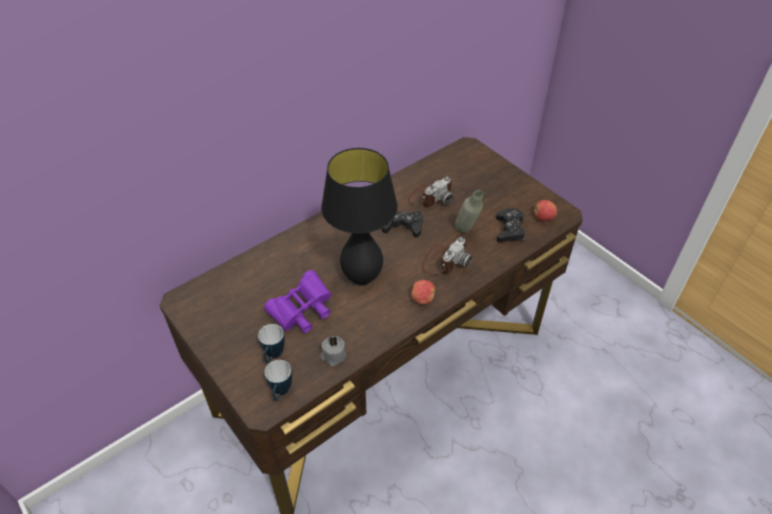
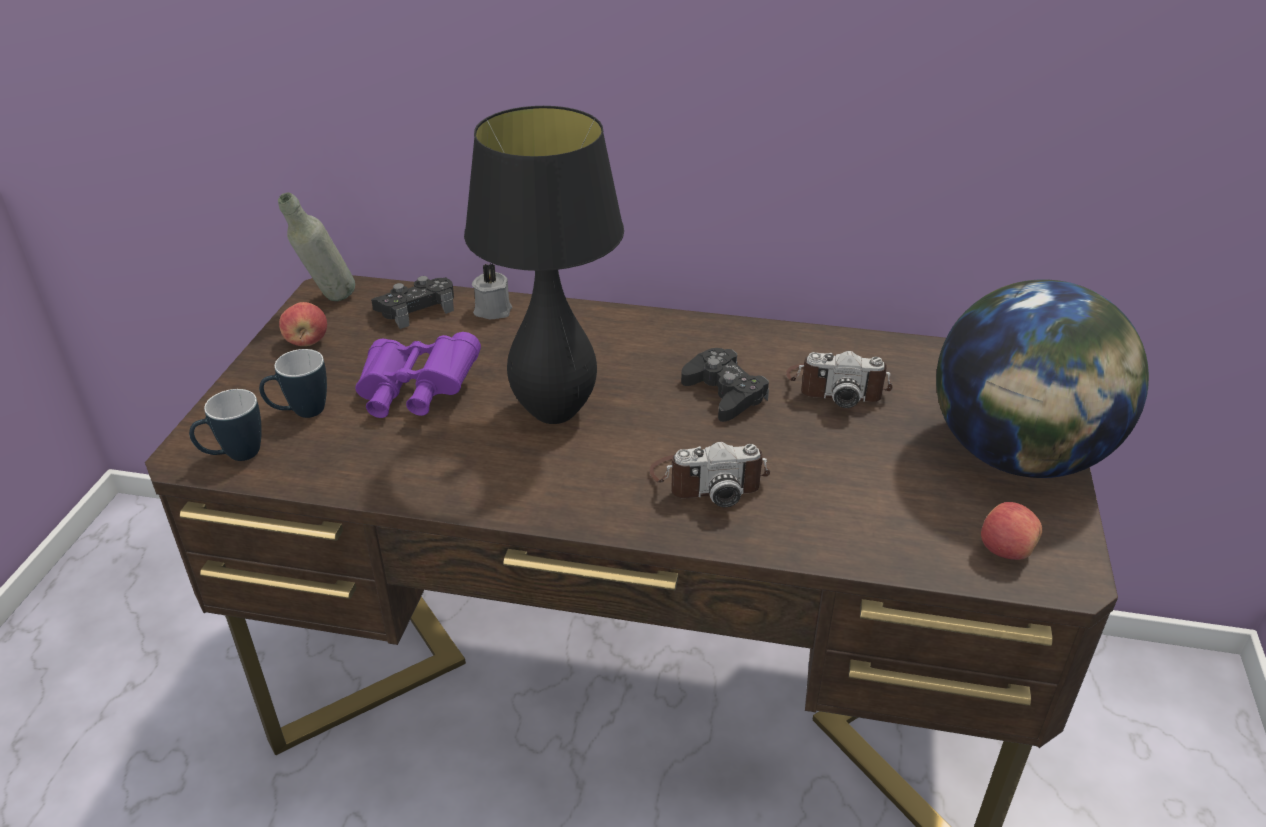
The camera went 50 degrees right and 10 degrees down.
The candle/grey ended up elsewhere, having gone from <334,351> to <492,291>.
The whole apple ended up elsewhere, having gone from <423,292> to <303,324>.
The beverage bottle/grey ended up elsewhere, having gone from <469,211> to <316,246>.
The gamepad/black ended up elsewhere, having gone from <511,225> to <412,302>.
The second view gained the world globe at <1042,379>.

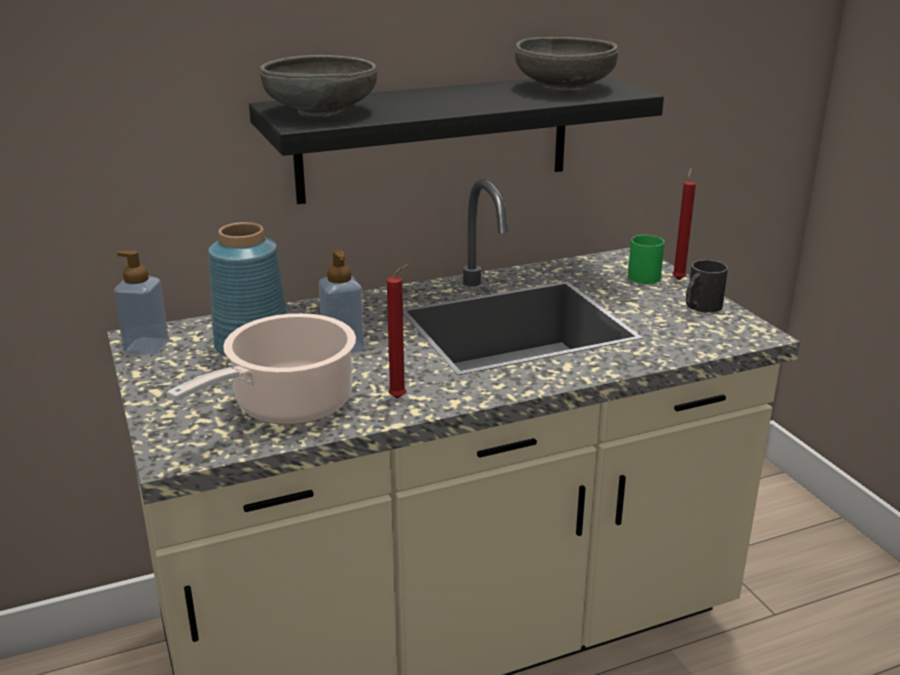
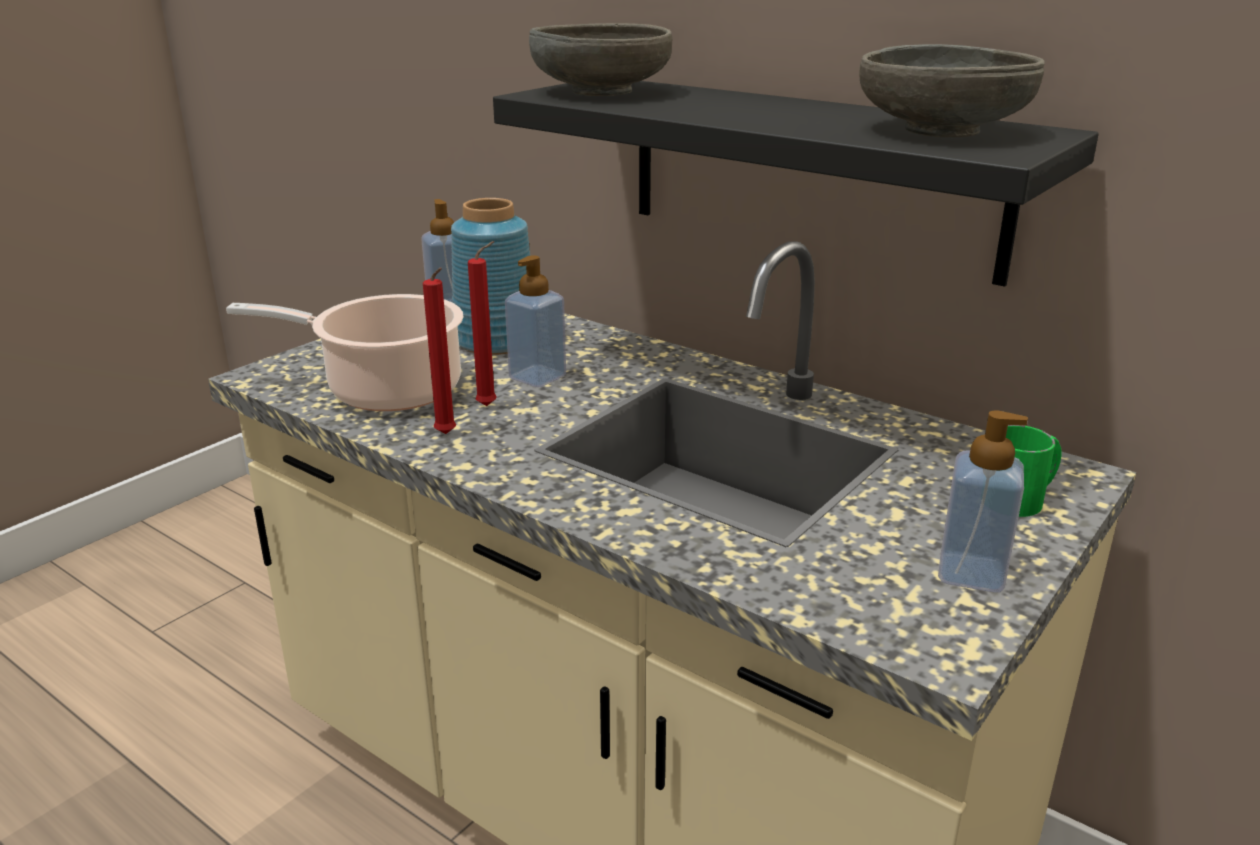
The camera went 60 degrees right and 0 degrees up.
The candle/reddish ended up elsewhere, having gone from <684,224> to <482,323>.
Where the tea mug/black stood at <707,286>, the liquid soap bottle came to stand at <983,501>.

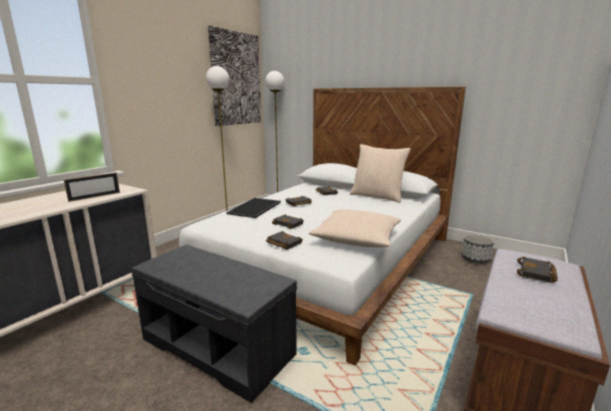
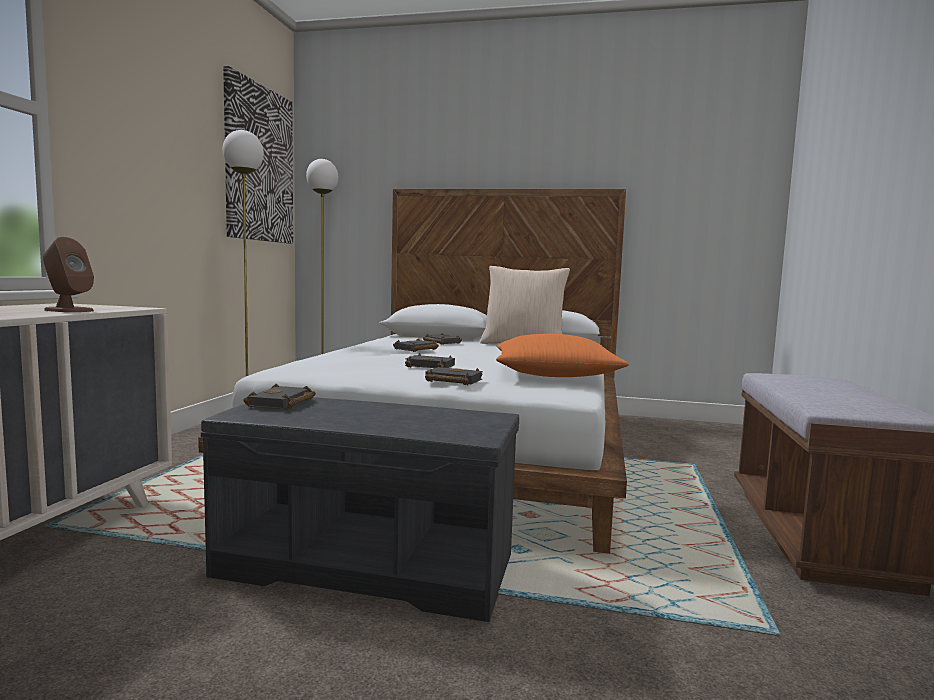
The camera went 20 degrees left and 10 degrees down.
Where the photo frame stood at <92,187>, the speaker/brownish came to stand at <68,274>.
The second view lost the serving tray at <253,208>.
What was the cushion/sand-coloured at <355,228> turned into the cushion/orange-coloured at <562,355>.
The second view lost the flower pot at <477,248>.
The volume/black ended up elsewhere, having gone from <537,270> to <279,397>.

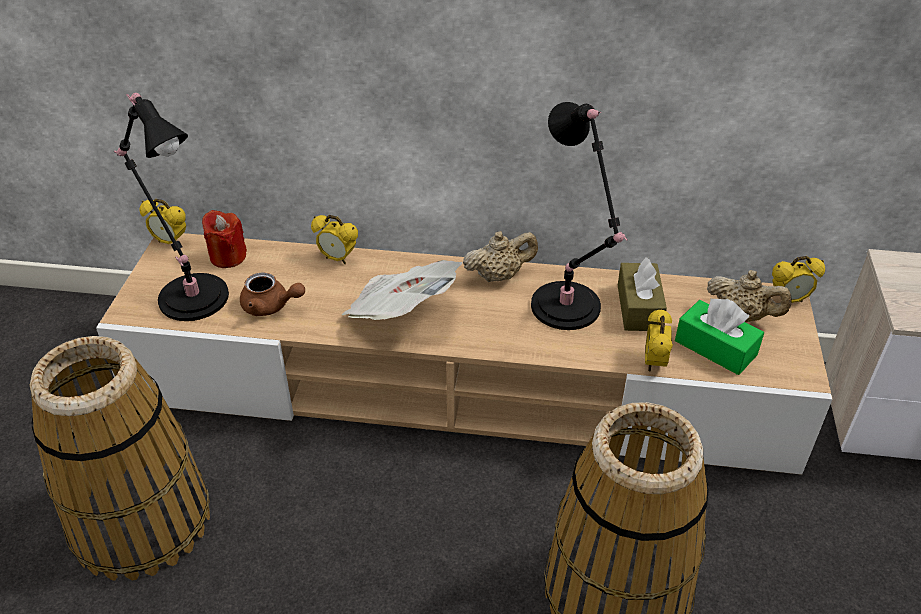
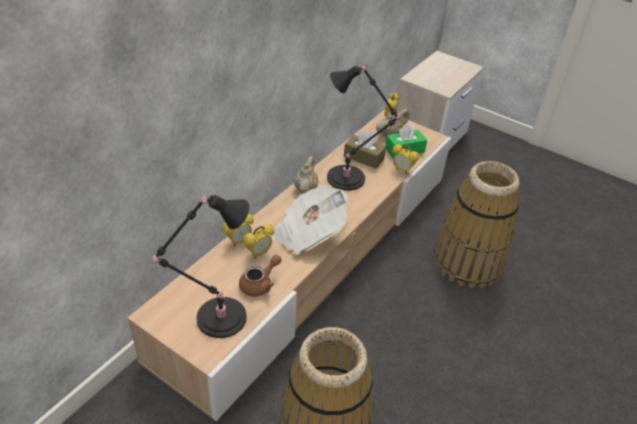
The camera went 65 degrees left and 0 degrees up.
The table clock ended up elsewhere, having gone from <163,221> to <258,241>.
The second view lost the candle/reddish at <224,239>.

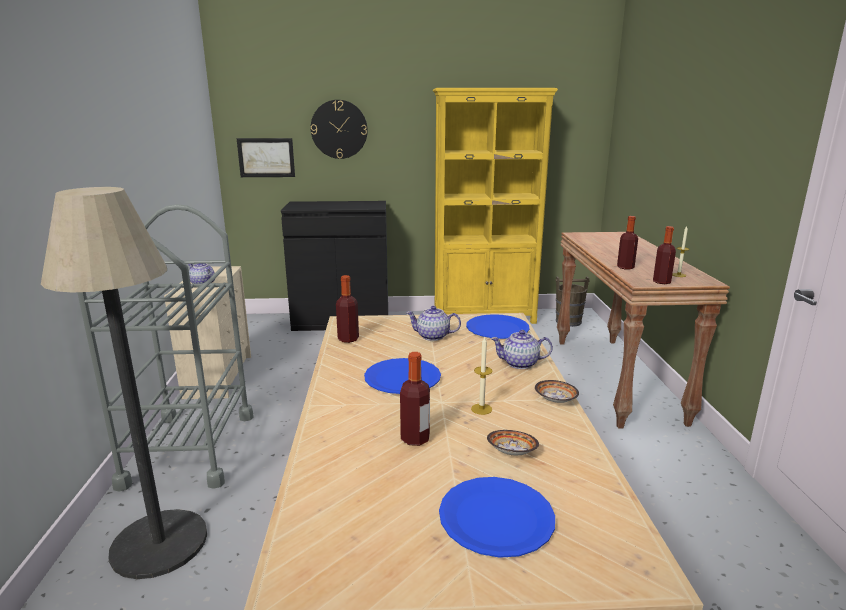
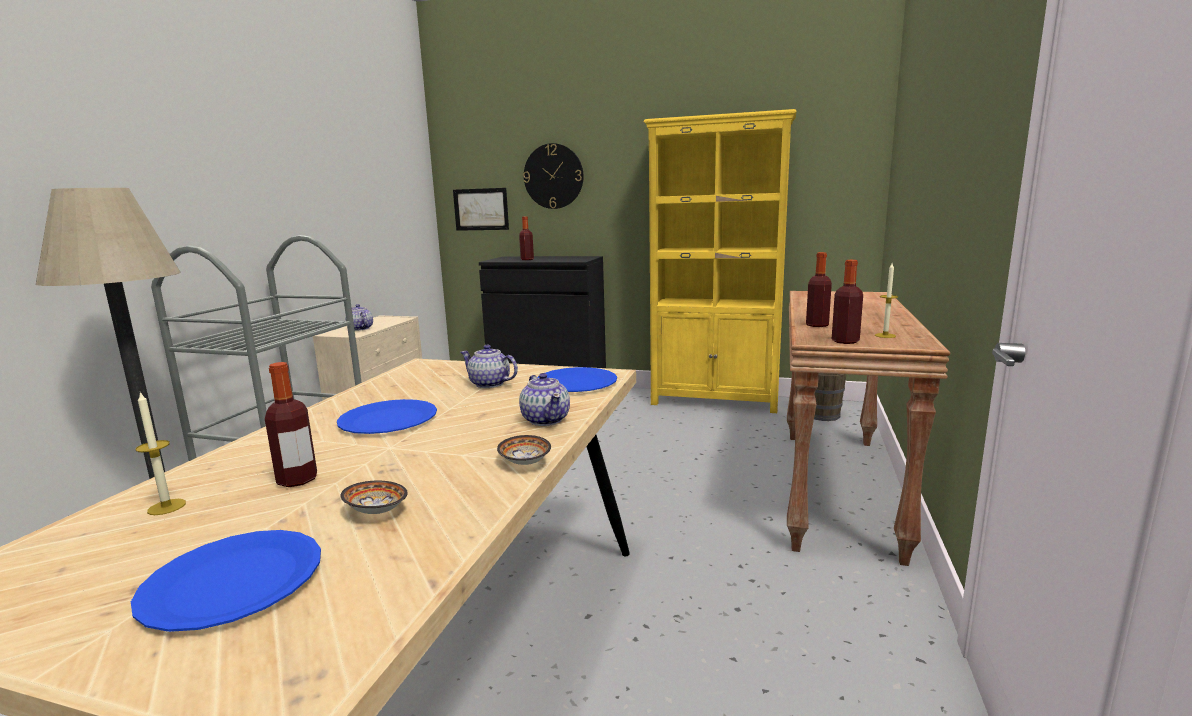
The camera went 20 degrees right and 5 degrees down.
The beverage bottle ended up elsewhere, having gone from <347,309> to <526,238>.
The candle ended up elsewhere, having gone from <481,375> to <160,453>.
The tea pot at <522,349> ended up facing another way, 135 degrees counterclockwise from before.

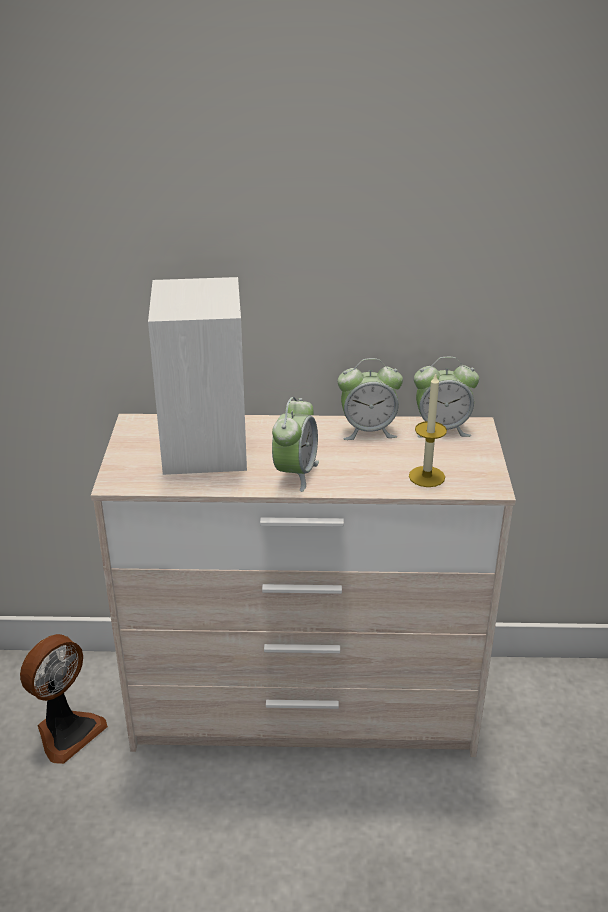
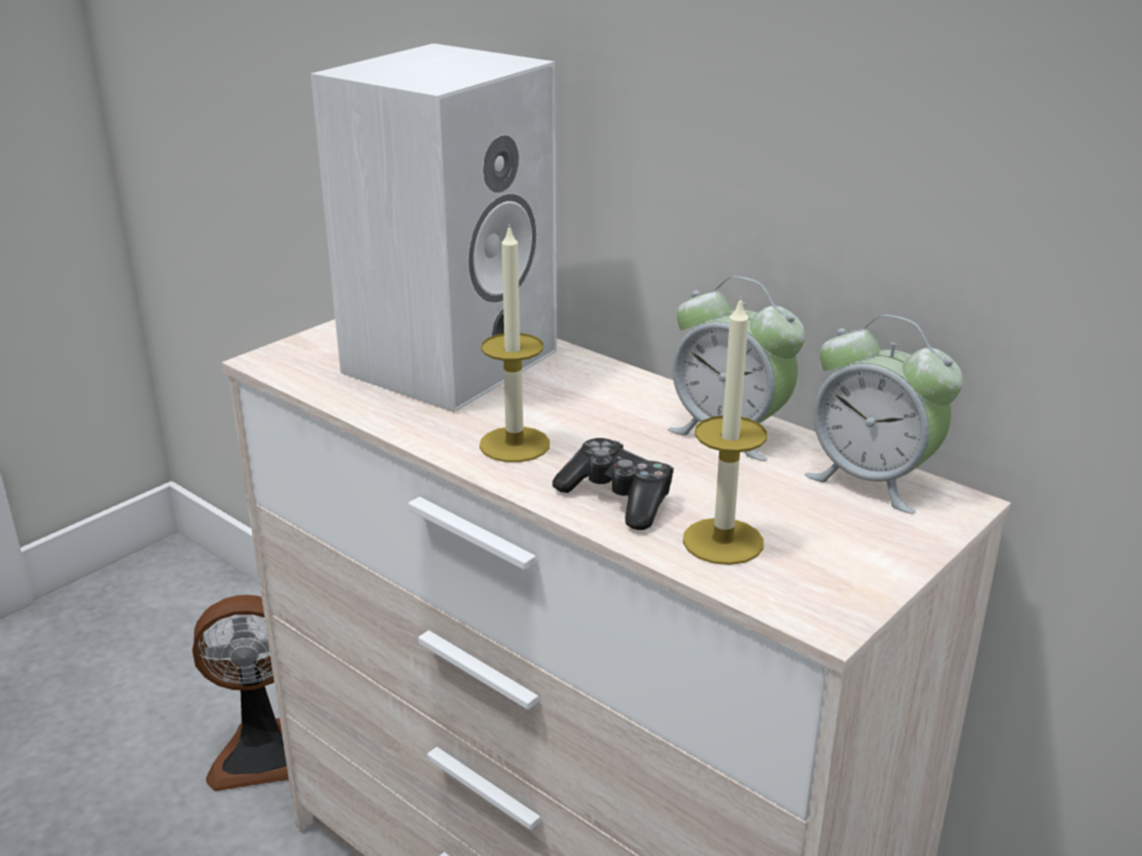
The camera went 40 degrees right and 5 degrees down.
Where the table clock stood at <295,444>, the candle came to stand at <515,343>.
The second view gained the gamepad at <613,484>.

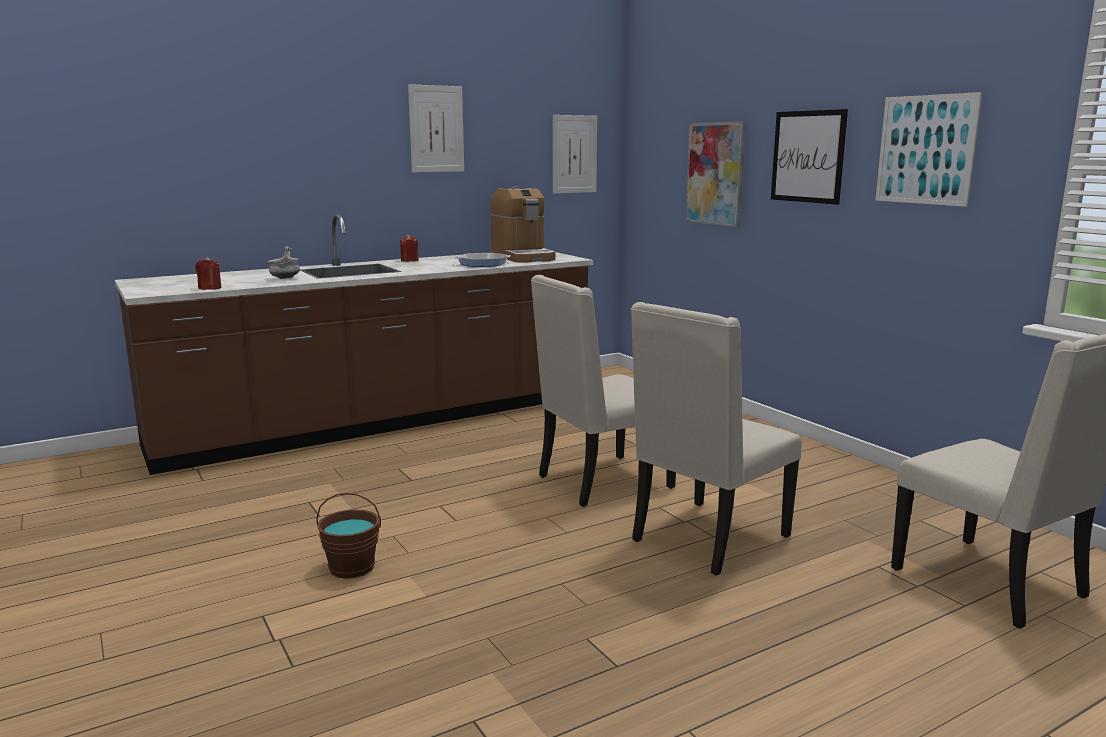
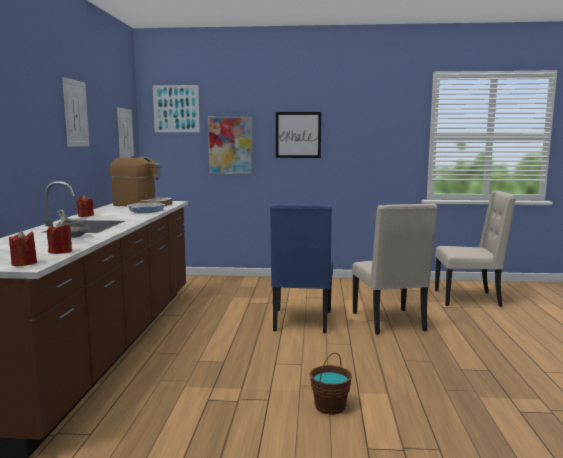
The camera went 55 degrees left and 5 degrees down.
What was the upright chair/sand-coloured at <603,391> turned into the upright chair/bluish at <301,268>.
The wall picture ended up elsewhere, having gone from <928,149> to <176,108>.
The second view gained the candle/reddish at <23,248>.

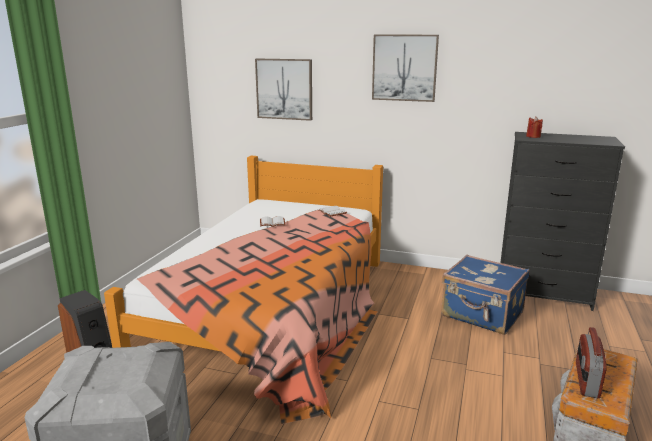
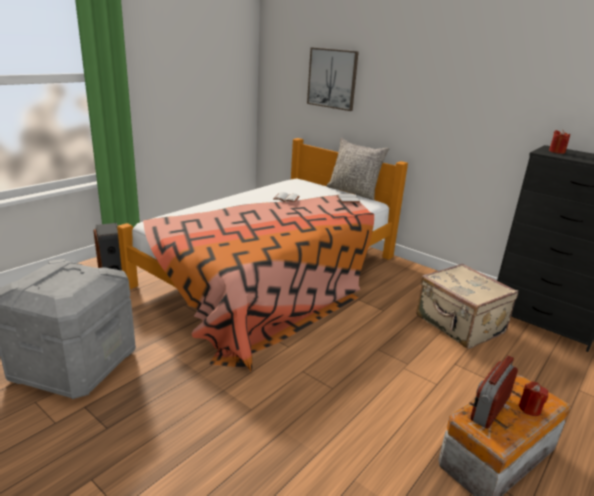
The camera went 20 degrees right and 5 degrees up.
The second view lost the wall picture at <405,68>.
What was the piece of luggage/bluish at <485,295> turned into the piece of luggage/sand-coloured at <467,306>.
The second view gained the cushion/grey at <357,169>.
The second view gained the candle/reddish at <533,398>.

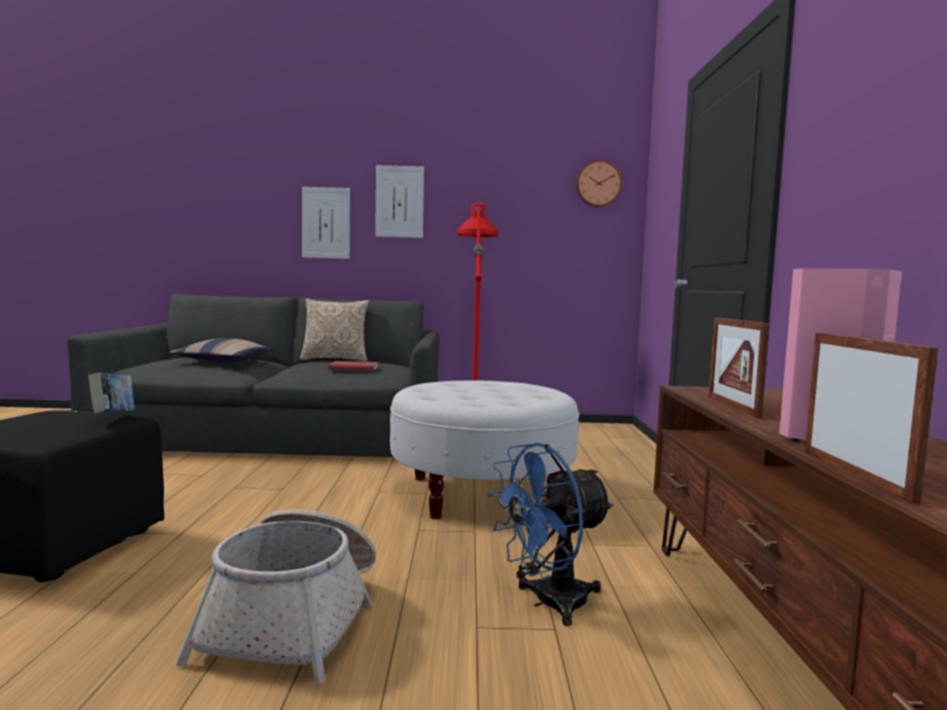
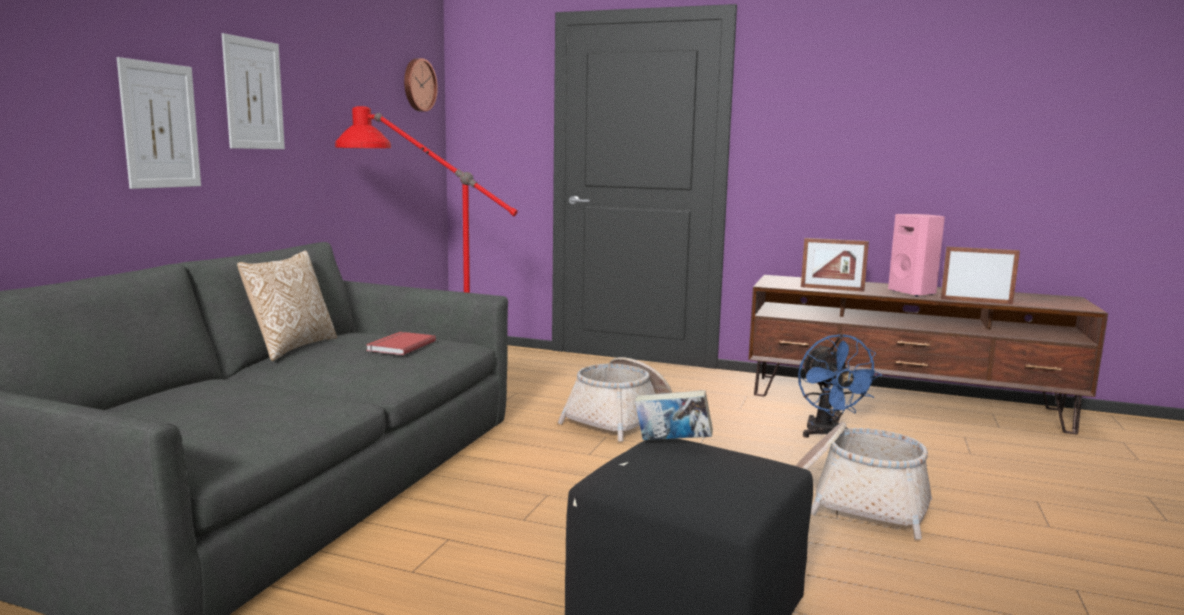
The camera went 70 degrees left and 5 degrees up.
The second view lost the cushion at <222,350>.
Where the pouffe/whitish stood at <484,450>, the household basket came to stand at <615,399>.

